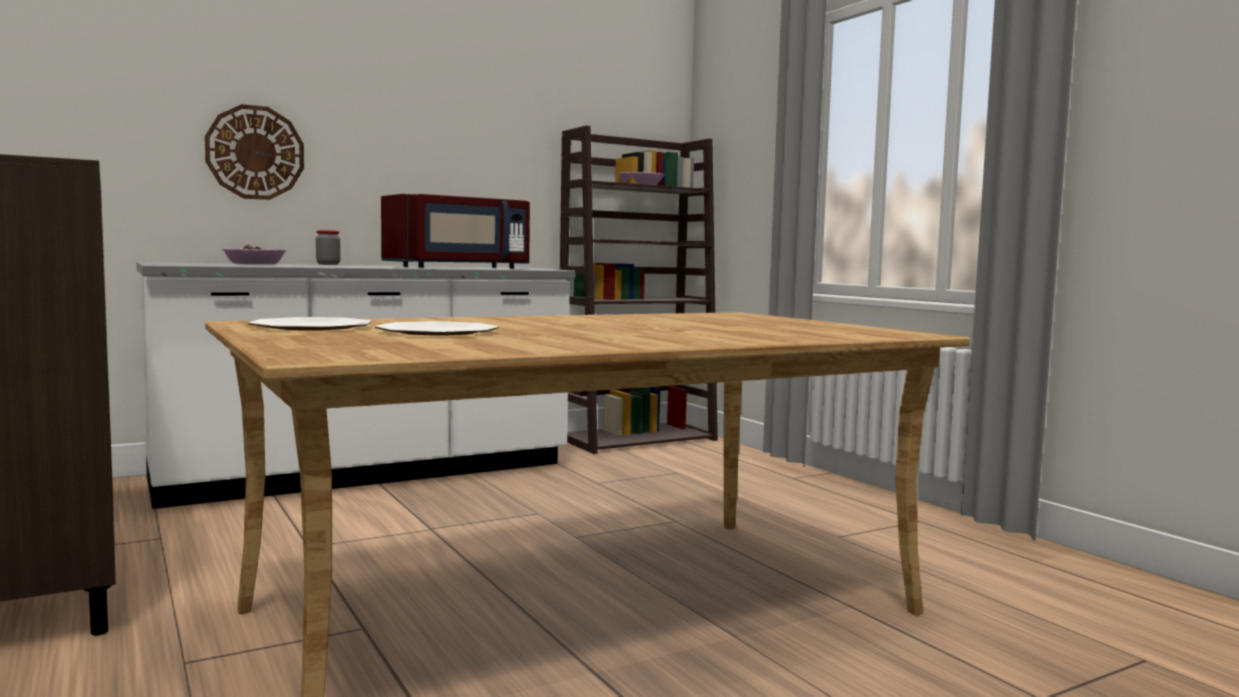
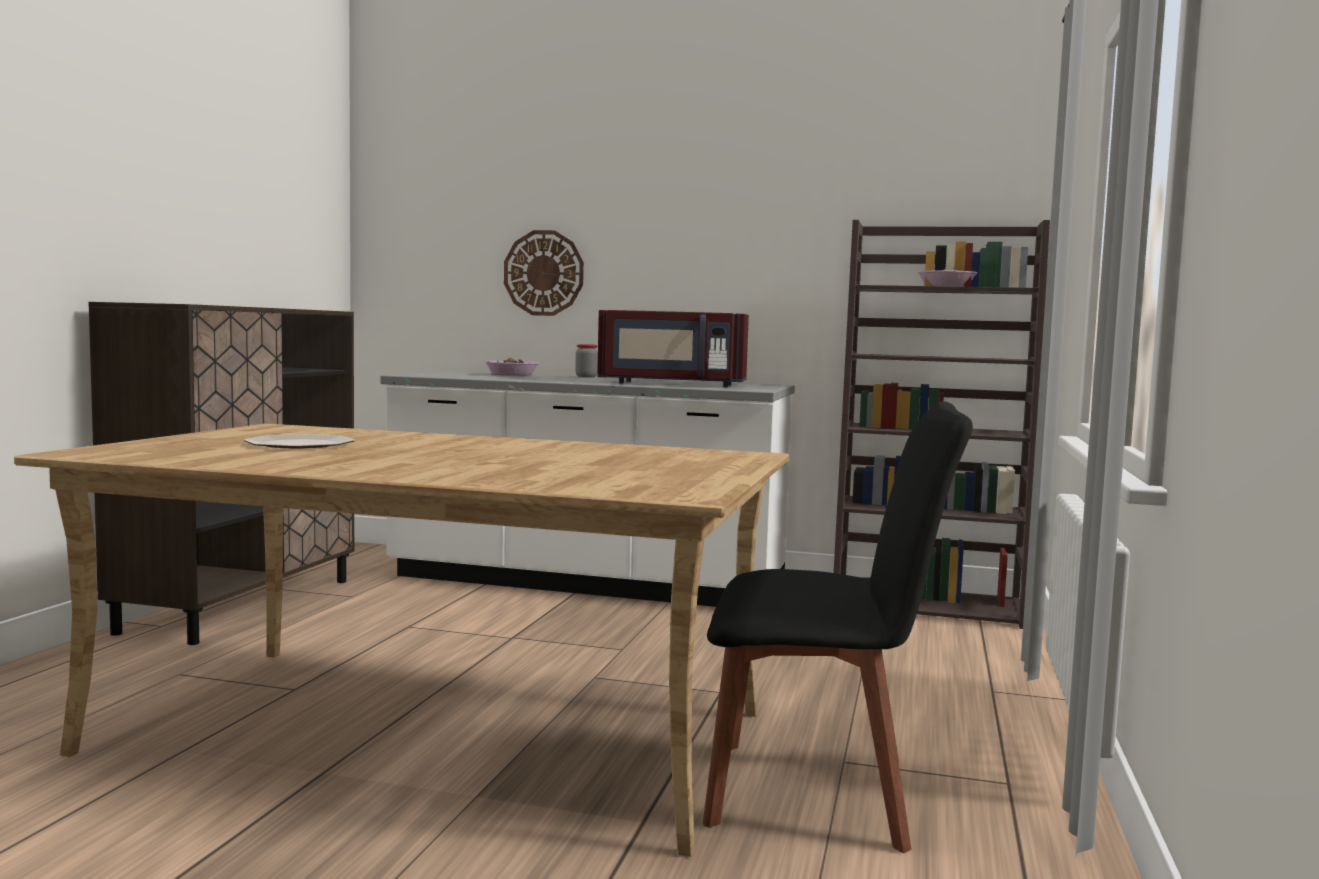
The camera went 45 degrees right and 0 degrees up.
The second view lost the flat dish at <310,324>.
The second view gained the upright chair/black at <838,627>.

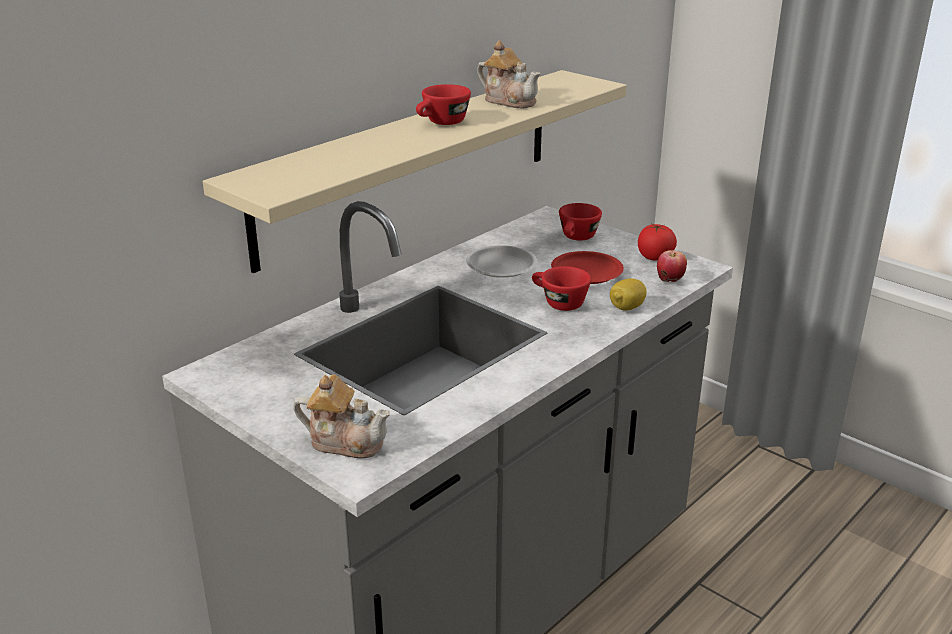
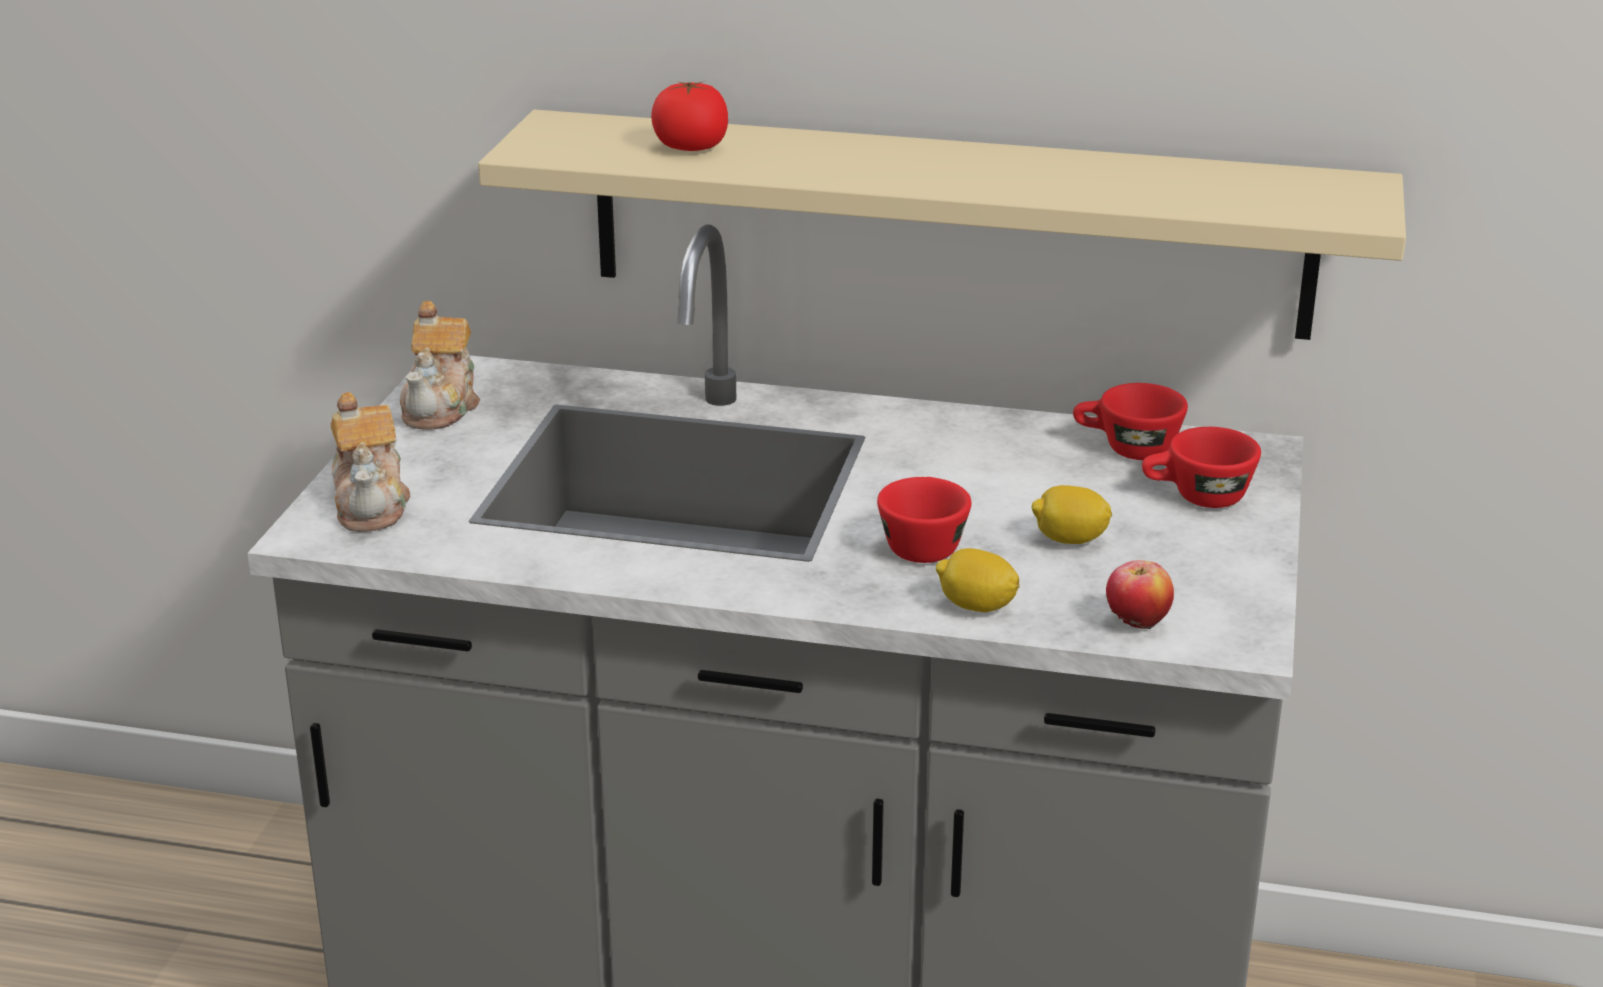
The camera went 60 degrees right and 0 degrees up.
The drinking cup/reddish ended up elsewhere, having gone from <443,104> to <1130,421>.
The second view lost the flat dish/whitish at <501,261>.
The tea pot ended up elsewhere, having gone from <509,74> to <440,365>.
Where the flat dish/reddish stood at <587,267>, the citrus fruit came to stand at <1072,514>.
The whole tomato ended up elsewhere, having gone from <657,242> to <689,116>.

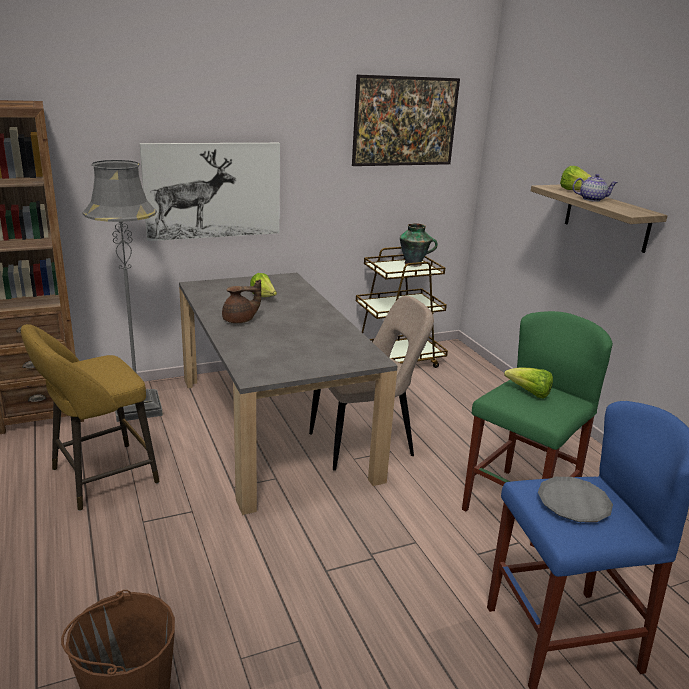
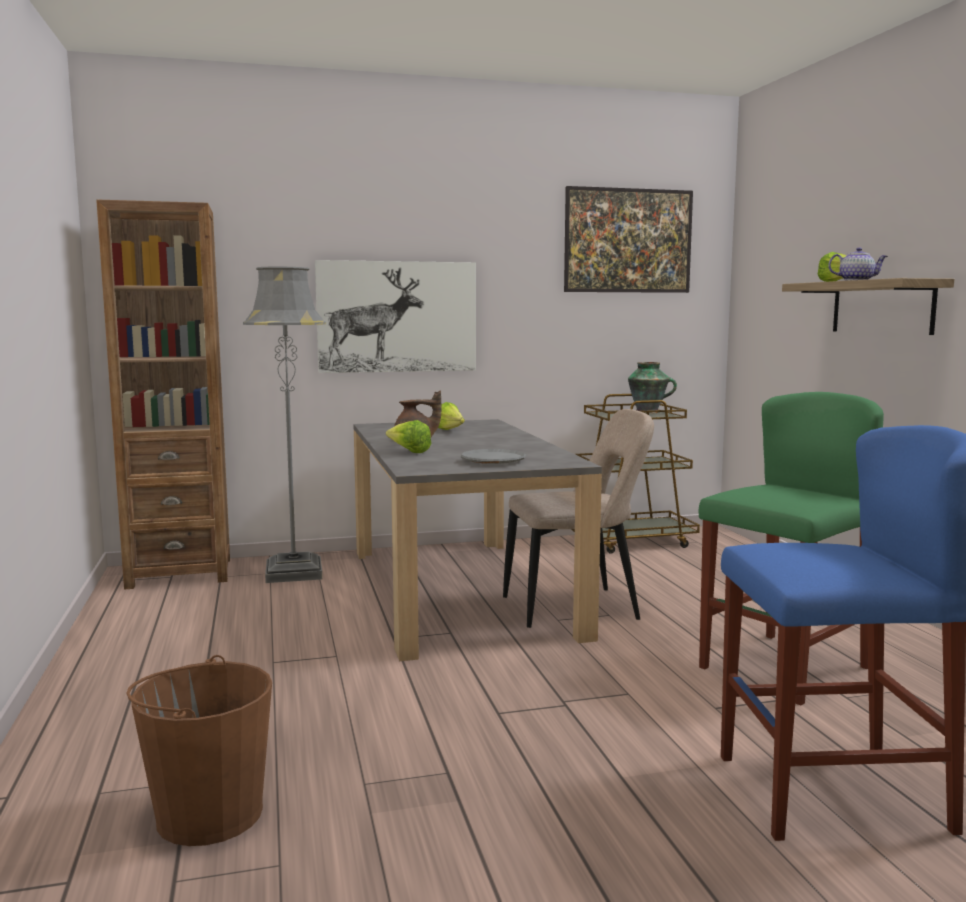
The camera went 10 degrees right and 15 degrees down.
The second view lost the stool seat/yellow at <90,417>.
The head of lettuce ended up elsewhere, having gone from <528,383> to <408,436>.
The flat dish/grey ended up elsewhere, having gone from <575,499> to <493,456>.

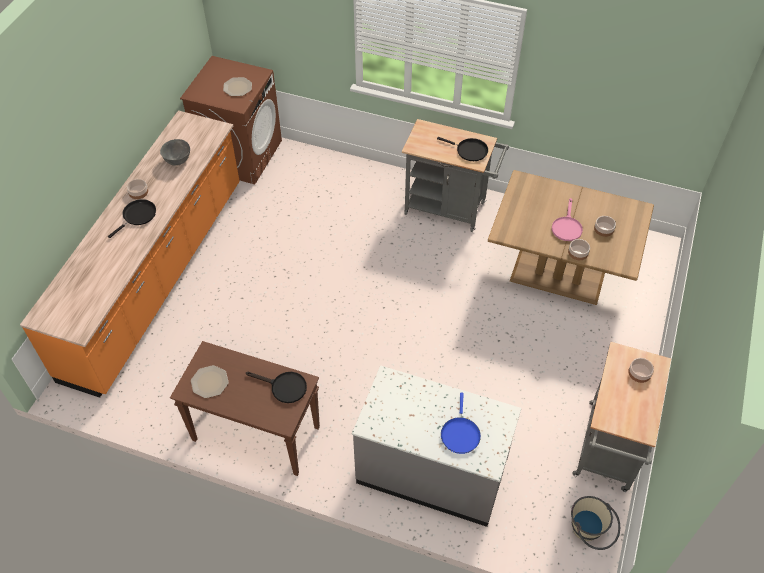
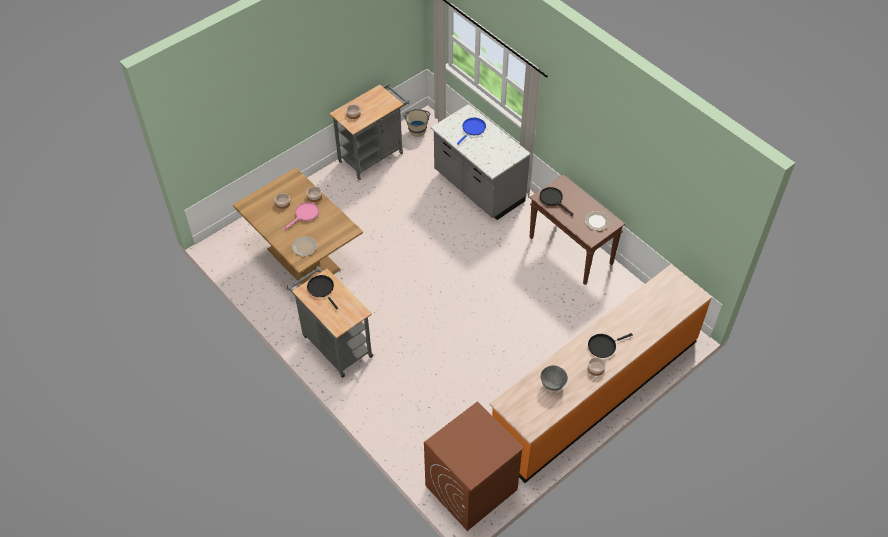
The camera went 150 degrees left and 0 degrees up.
The flat dish ended up elsewhere, having gone from <237,86> to <304,246>.

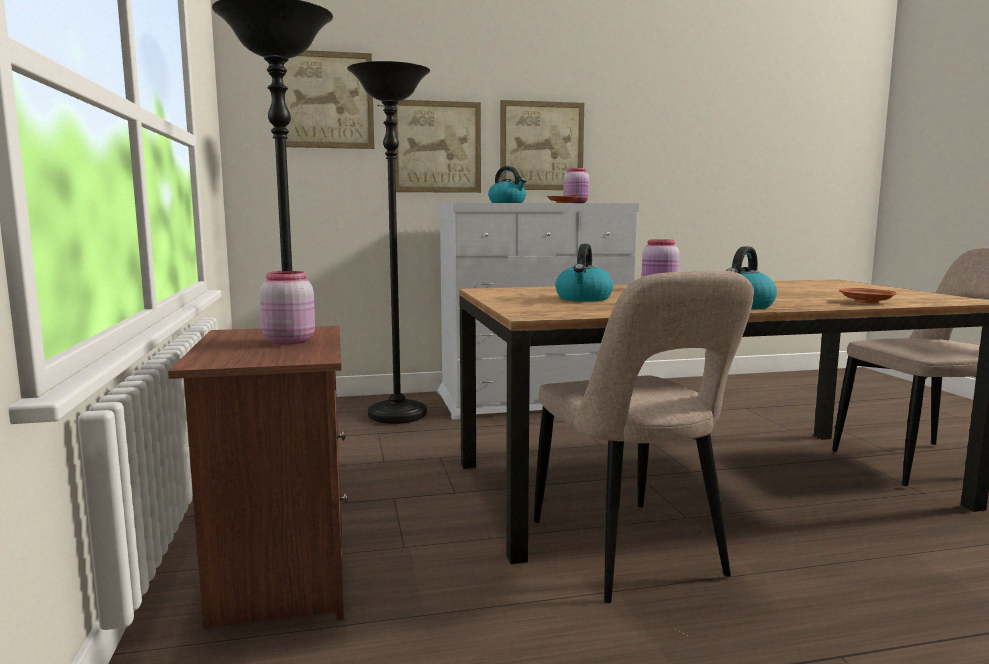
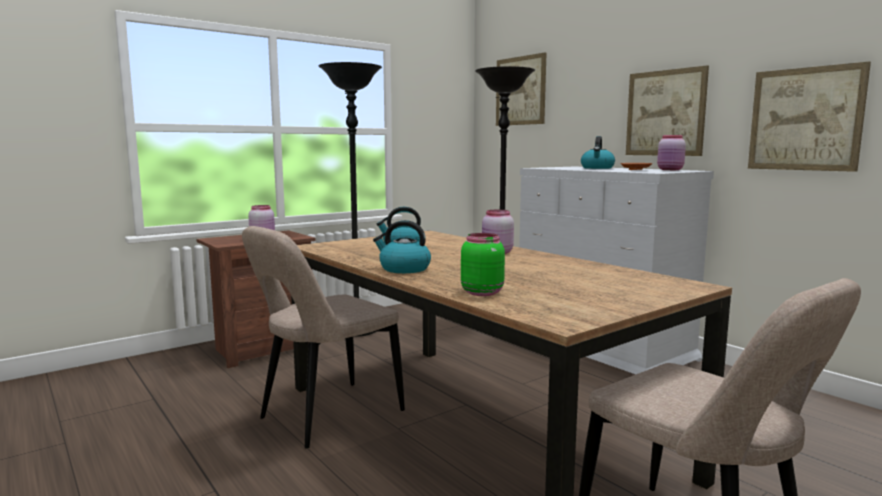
The camera went 65 degrees right and 0 degrees up.
The wall picture ended up elsewhere, having gone from <437,146> to <809,117>.
Where the flat dish/brownish stood at <867,296>, the jar/greenish came to stand at <483,264>.

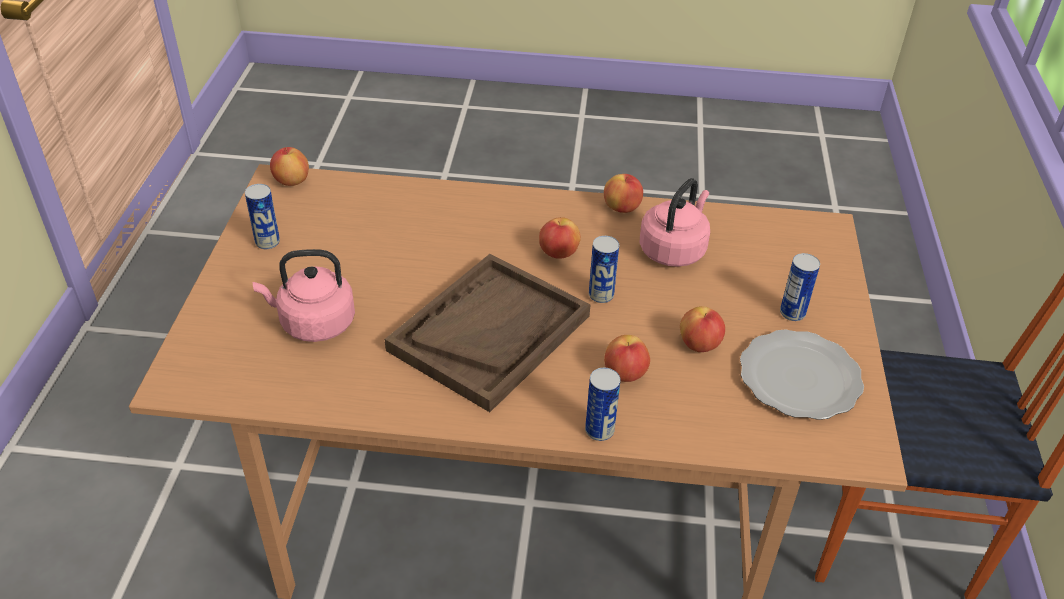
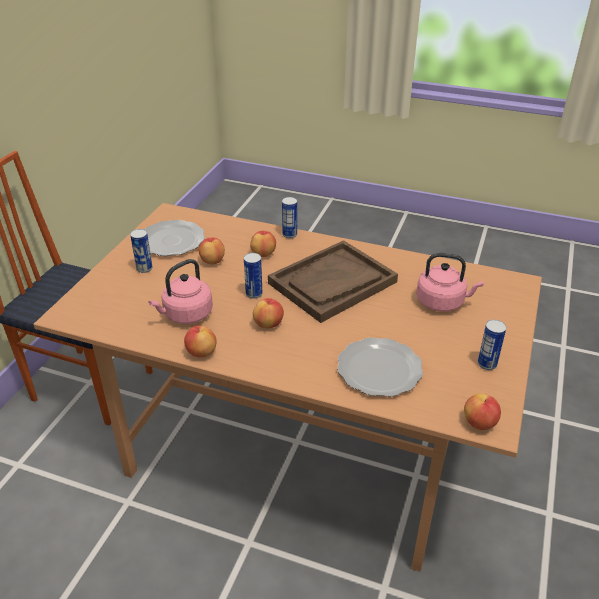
The camera went 165 degrees left and 5 degrees down.
The second view gained the flat dish at <380,367>.

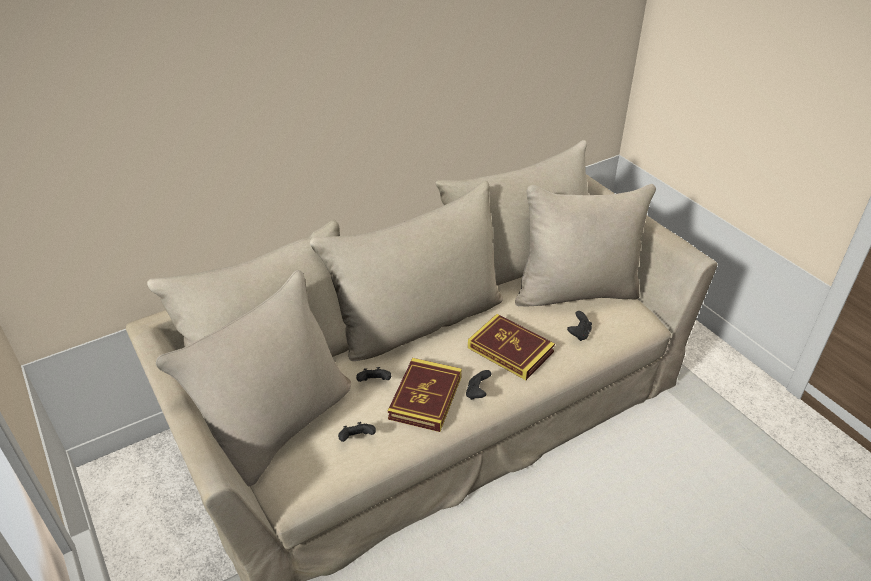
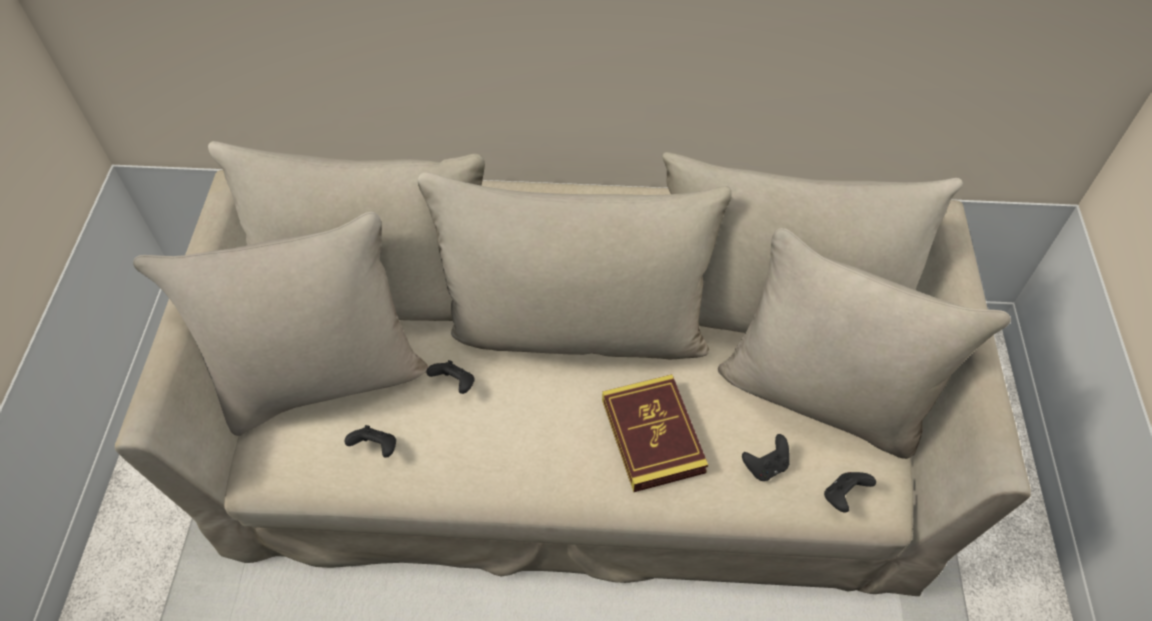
The camera went 35 degrees right and 15 degrees up.
The second view lost the volume at <425,395>.
The gamepad/black ended up elsewhere, having gone from <479,385> to <850,492>.

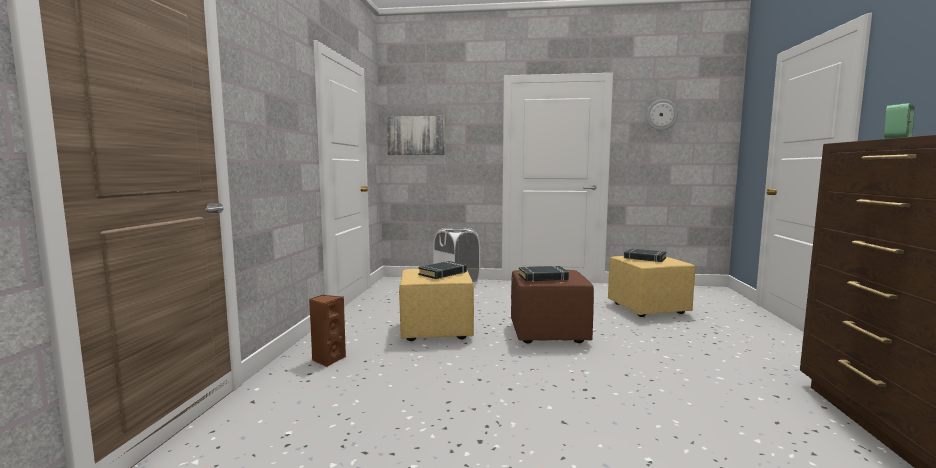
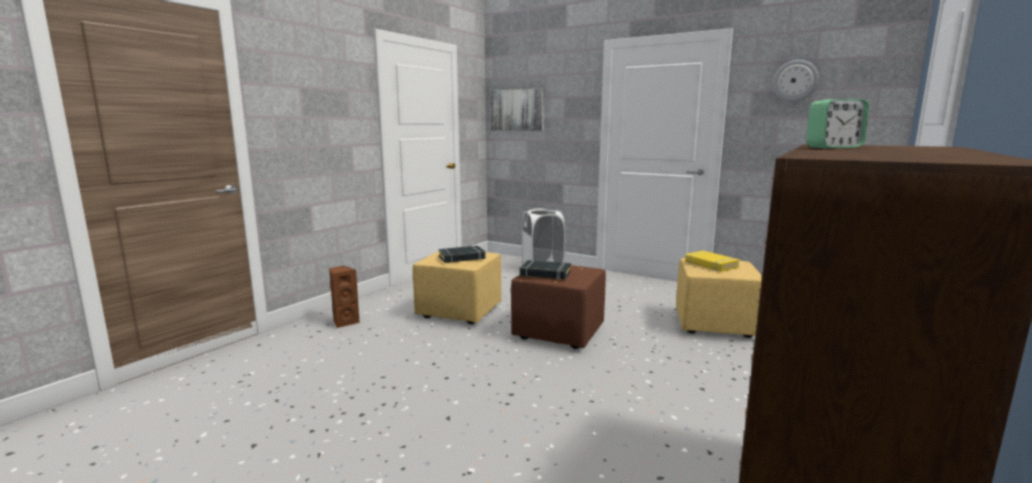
The camera went 25 degrees right and 5 degrees up.
What was the volume/black at <645,255> turned into the volume/yellow at <712,261>.

